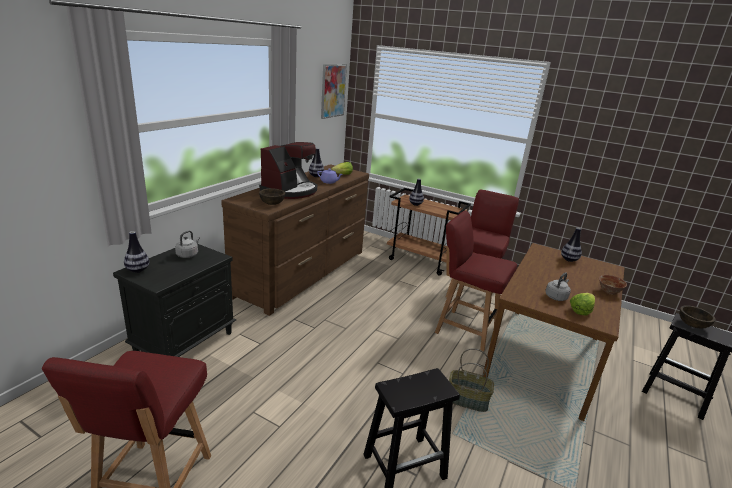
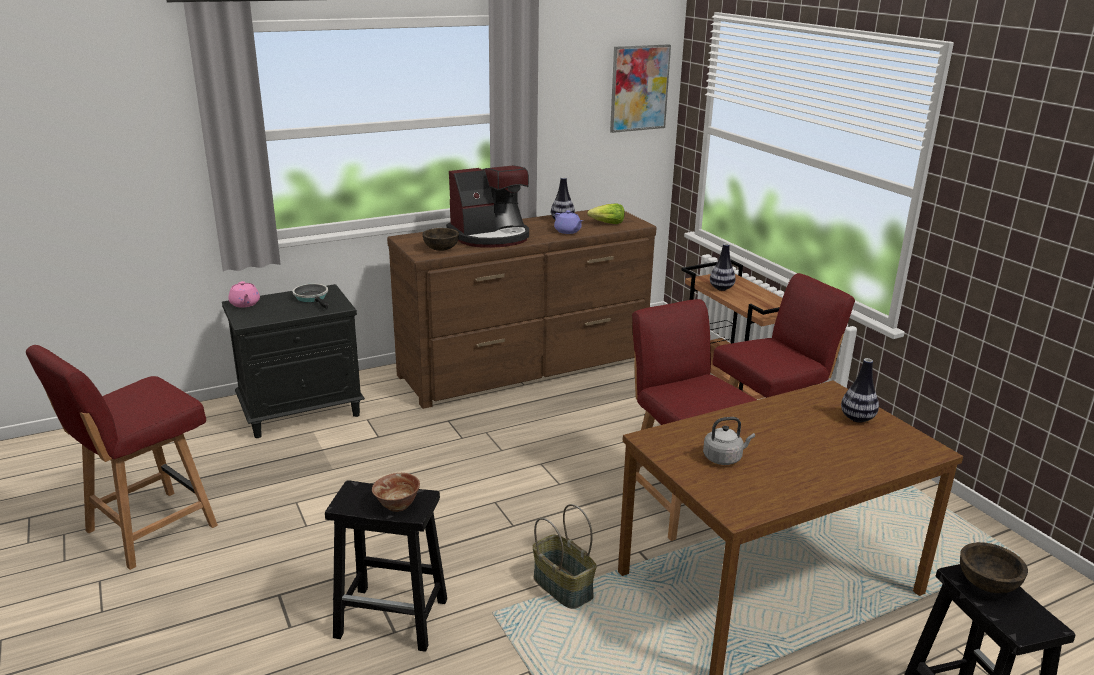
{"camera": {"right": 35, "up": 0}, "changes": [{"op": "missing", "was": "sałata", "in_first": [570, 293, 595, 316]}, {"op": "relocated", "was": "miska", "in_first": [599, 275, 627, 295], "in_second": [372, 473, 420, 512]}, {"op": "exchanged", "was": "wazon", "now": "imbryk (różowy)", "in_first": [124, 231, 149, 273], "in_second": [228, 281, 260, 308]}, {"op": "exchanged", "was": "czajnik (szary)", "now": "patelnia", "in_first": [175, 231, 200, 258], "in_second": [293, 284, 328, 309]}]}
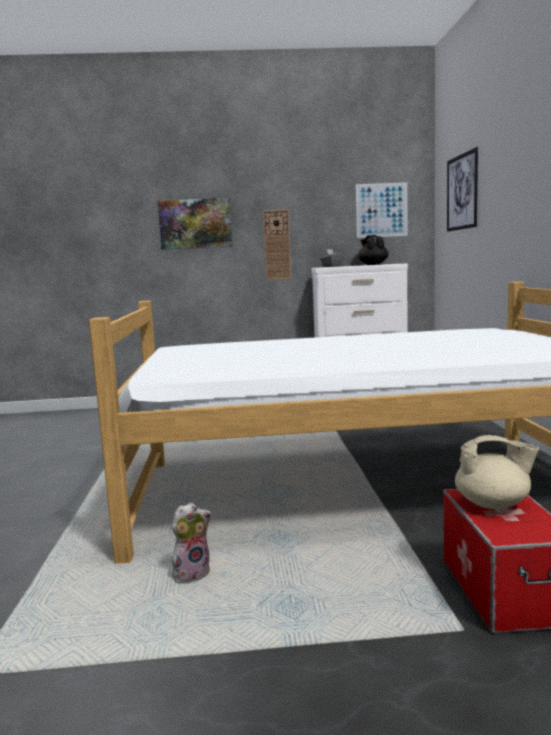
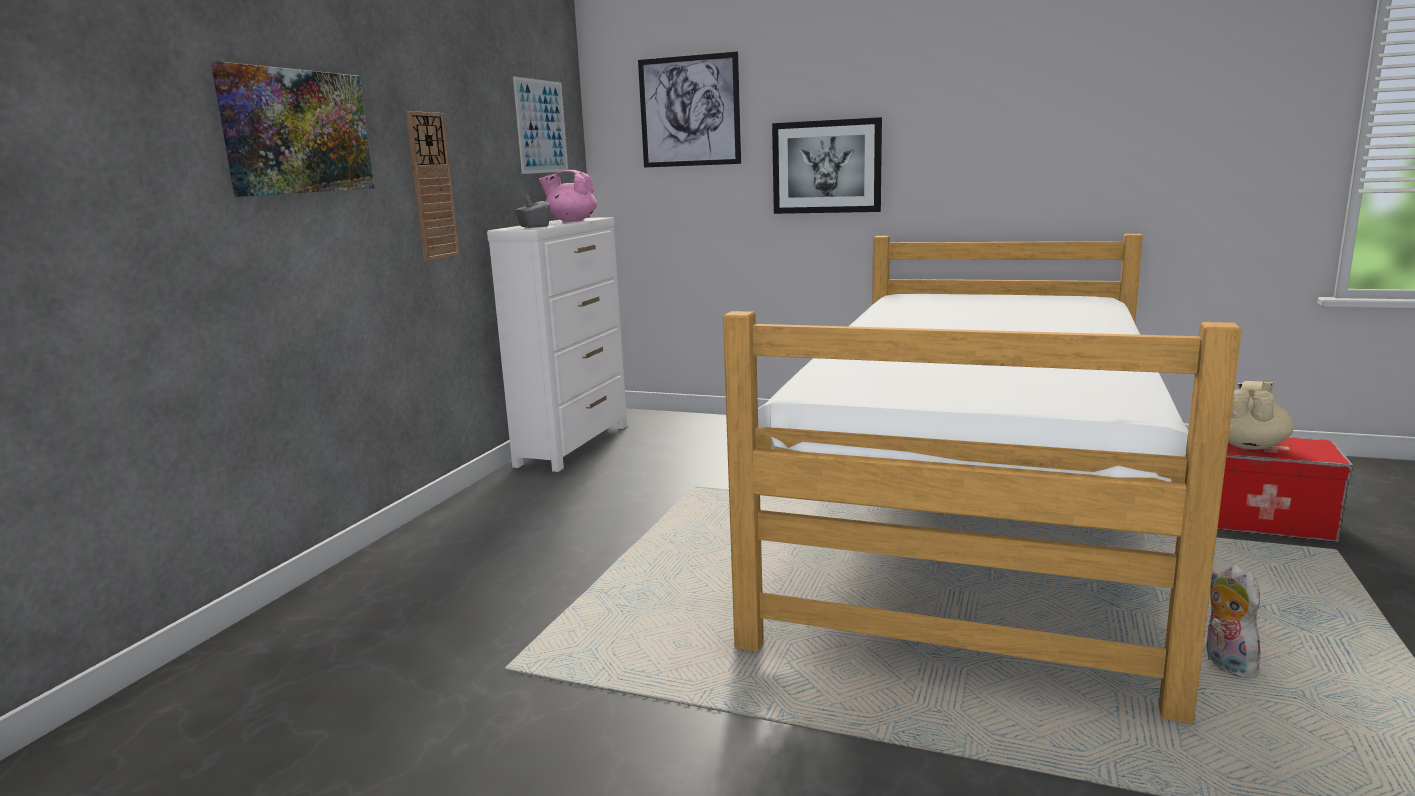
{"camera": {"right": -65, "up": 5}, "changes": [{"op": "appeared", "now": "obraz", "in_second": [772, 117, 882, 214]}, {"op": "colour", "was": "imbryk (czarny)", "now": "imbryk (różowy)", "in_first": [358, 235, 389, 265], "in_second": [539, 170, 597, 222]}]}
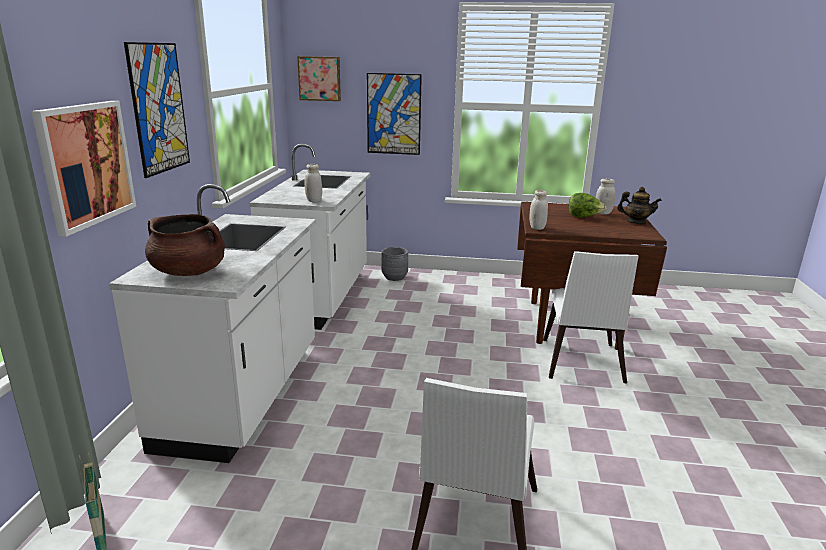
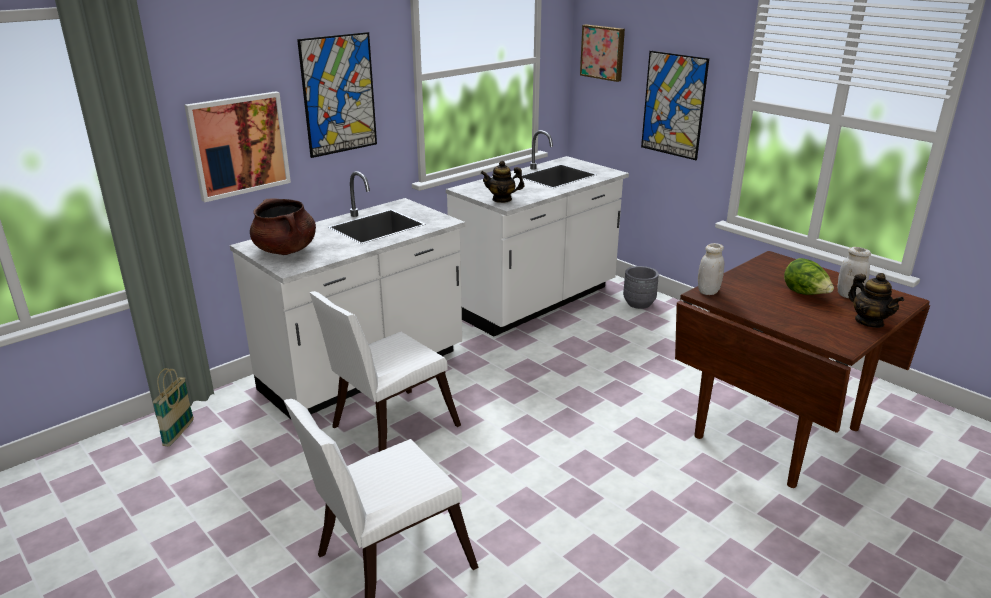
{"camera": {"right": 40, "up": 5}, "changes": [{"op": "relocated", "was": "krzesło (biały)", "in_first": [543, 251, 639, 384], "in_second": [309, 291, 461, 452]}, {"op": "exchanged", "was": "słoik (biały)", "now": "imbryk", "in_first": [304, 164, 322, 202], "in_second": [481, 161, 524, 203]}]}
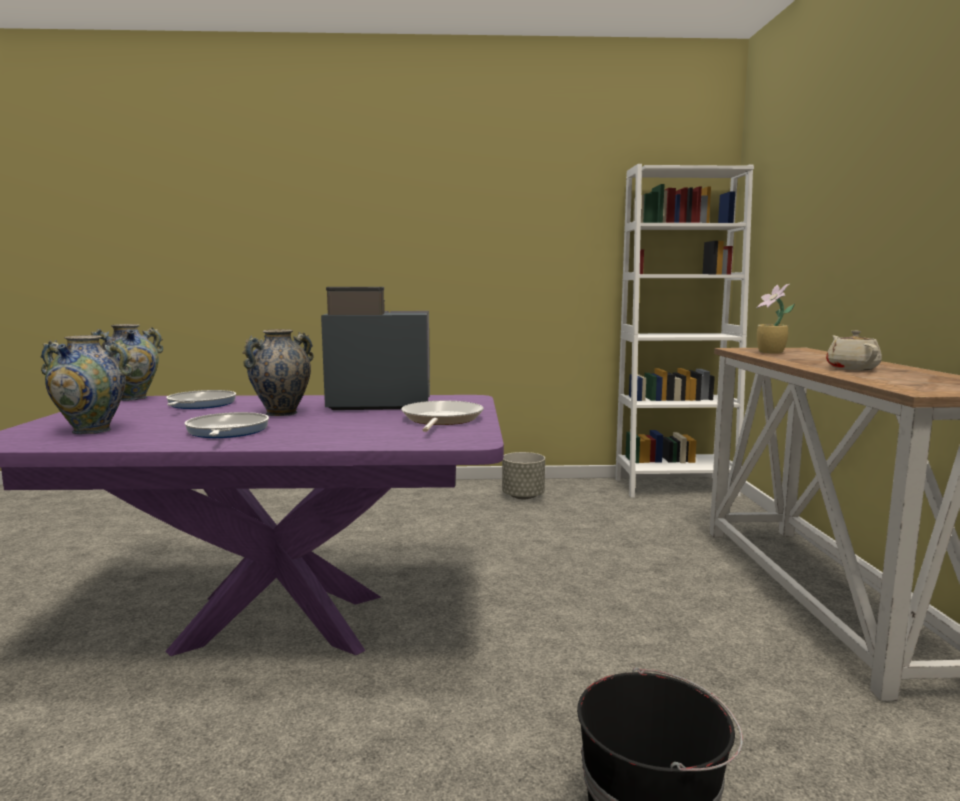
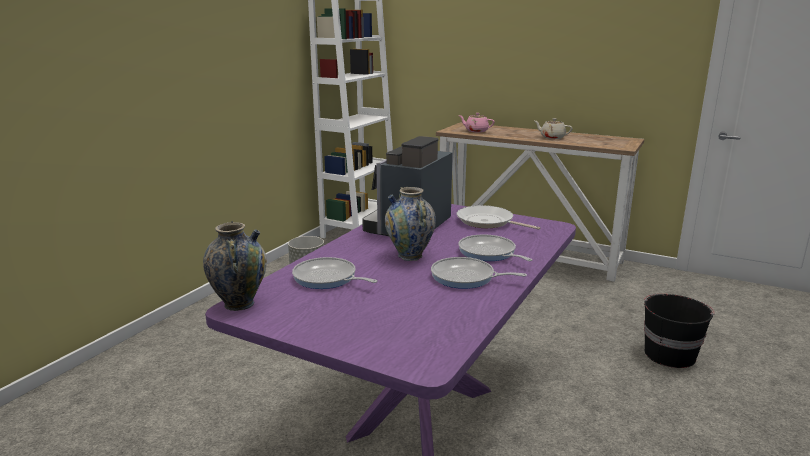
{"camera": {"right": -60, "up": 10}, "changes": [{"op": "missing", "was": "wazon", "in_first": [40, 335, 133, 434]}, {"op": "appeared", "now": "patelnia", "in_second": [458, 235, 532, 261]}, {"op": "exchanged", "was": "roślina doniczkowa", "now": "imbryk (różowy)", "in_first": [757, 284, 795, 354], "in_second": [458, 113, 495, 132]}]}
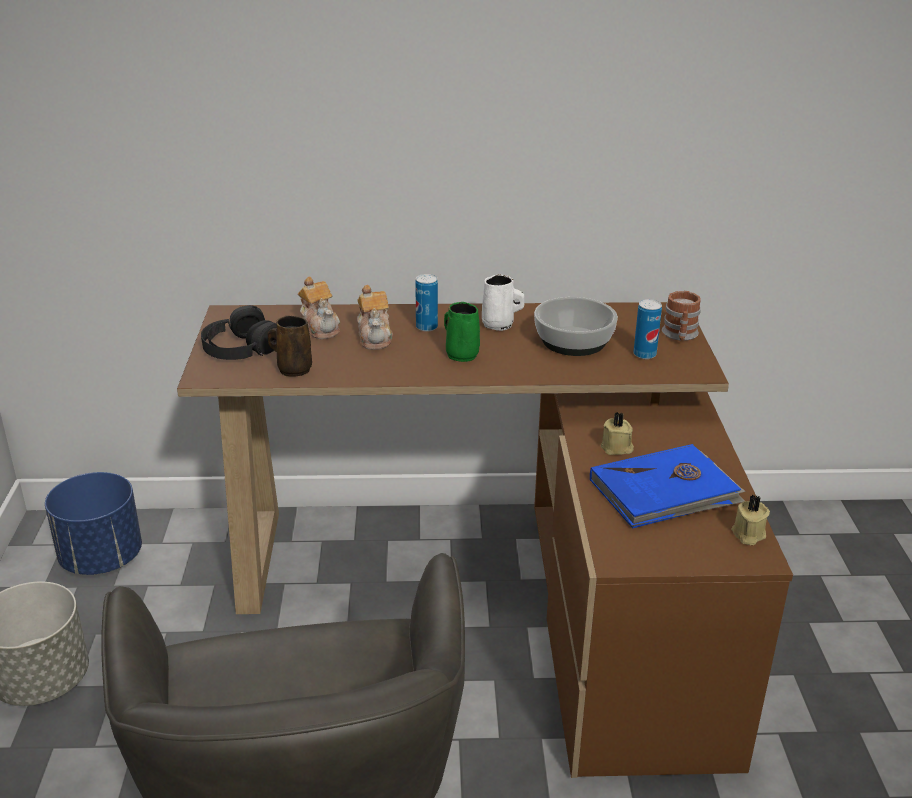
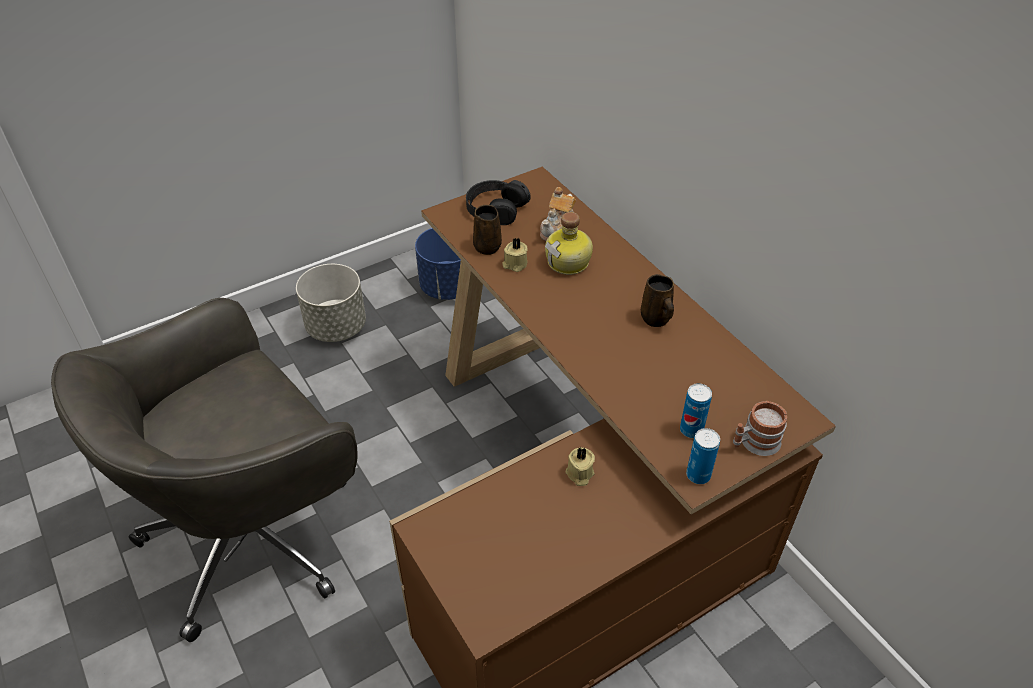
{"camera": {"right": 60, "up": 15}, "changes": [{"op": "missing", "was": "kubek (zielony)", "in_first": [444, 302, 480, 362]}, {"op": "missing", "was": "miska", "in_first": [534, 297, 618, 356]}, {"op": "missing", "was": "książka (niebieski)", "in_first": [590, 444, 745, 528]}, {"op": "relocated", "was": "puszka", "in_first": [415, 274, 438, 332], "in_second": [686, 428, 720, 484]}, {"op": "relocated", "was": "świeca (beżowy)", "in_first": [731, 495, 770, 545], "in_second": [502, 238, 528, 272]}, {"op": "exchanged", "was": "imbryk", "now": "butelka", "in_first": [357, 285, 393, 350], "in_second": [545, 212, 593, 275]}, {"op": "colour", "was": "kubek (biały)", "now": "kubek (brązowy)", "in_first": [482, 274, 524, 331], "in_second": [641, 274, 674, 327]}]}
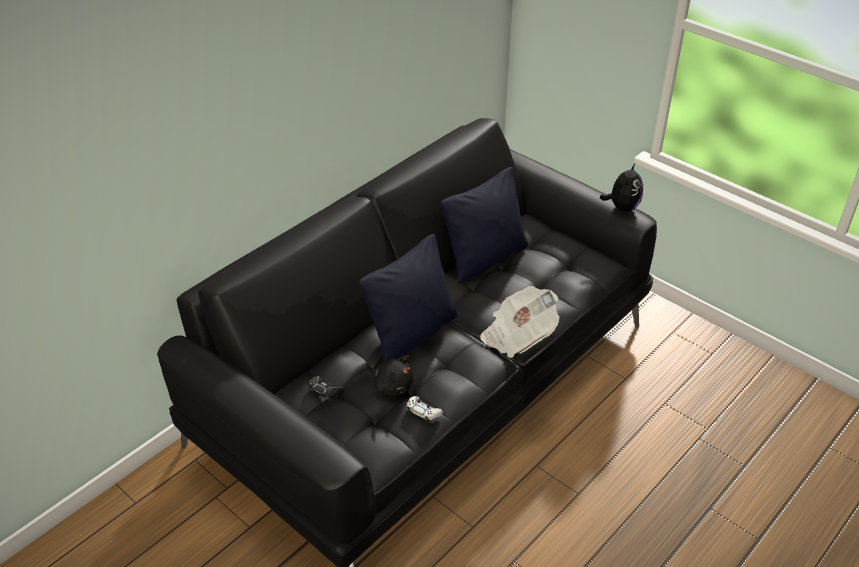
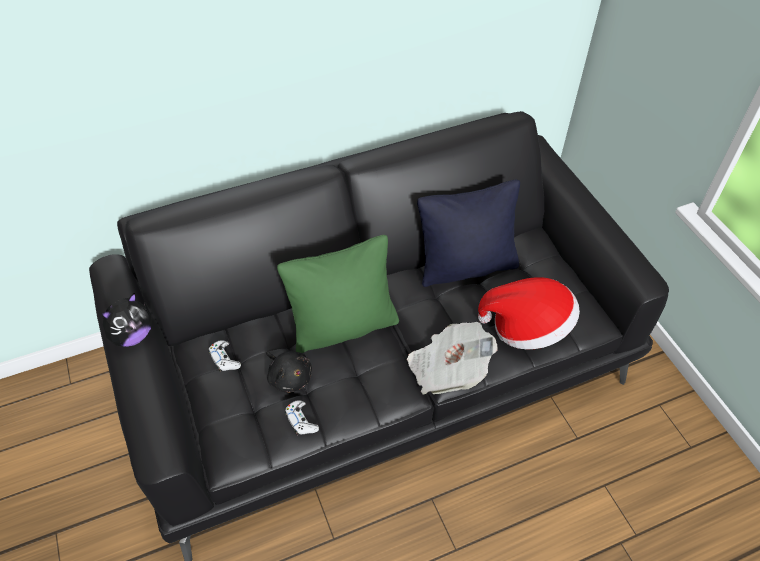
{"camera": {"right": 25, "up": 10}, "changes": [{"op": "appeared", "now": "kapelusz", "in_second": [478, 277, 580, 350]}, {"op": "relocated", "was": "pluszak", "in_first": [600, 162, 643, 212], "in_second": [102, 293, 152, 347]}, {"op": "colour", "was": "pad do gier (czarny)", "now": "pad do gier (biały)", "in_first": [308, 376, 344, 401], "in_second": [208, 340, 241, 372]}, {"op": "colour", "was": "poduszka (czarny)", "now": "poduszka (zielony)", "in_first": [359, 234, 457, 361], "in_second": [277, 235, 399, 353]}]}
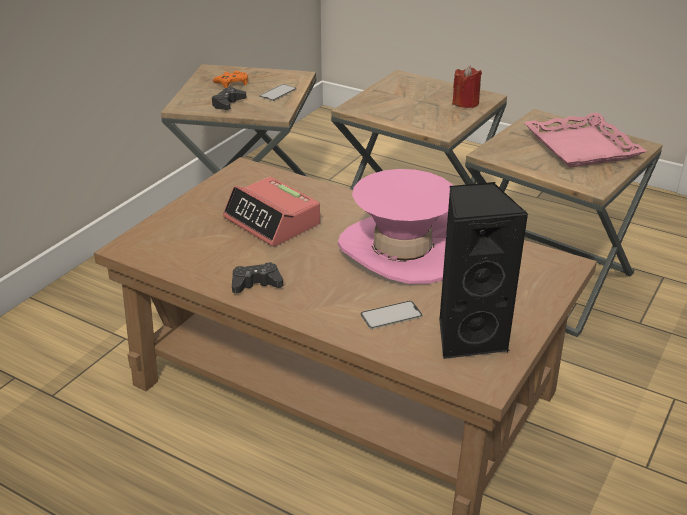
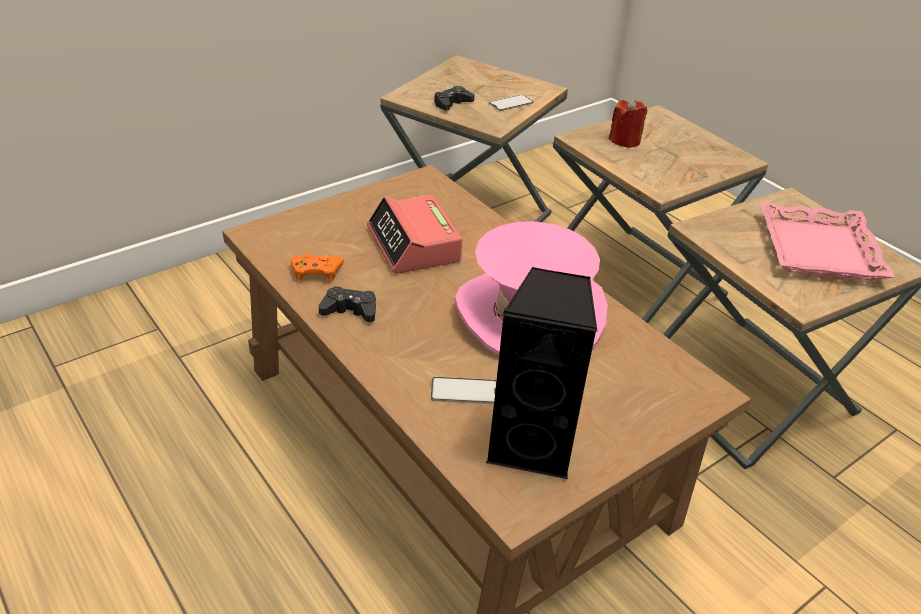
{"camera": {"right": 20, "up": 5}, "changes": [{"op": "relocated", "was": "pad do gier (pomarańczowy)", "in_first": [213, 71, 248, 88], "in_second": [291, 254, 344, 282]}, {"op": "relocated", "was": "świeca (czerwony)", "in_first": [452, 66, 482, 108], "in_second": [609, 99, 647, 148]}]}
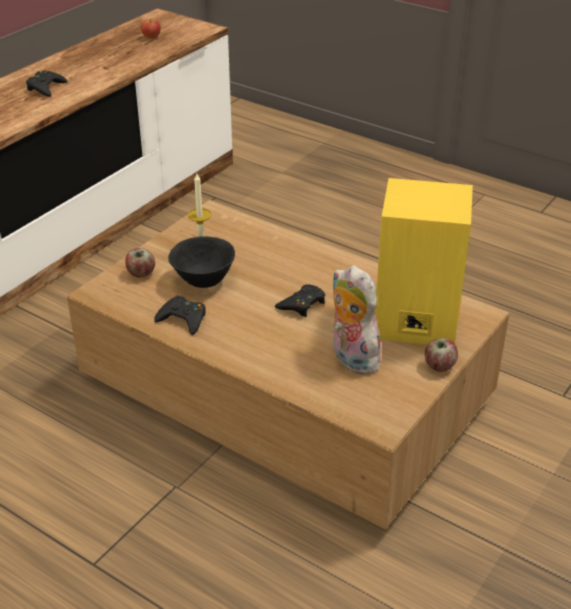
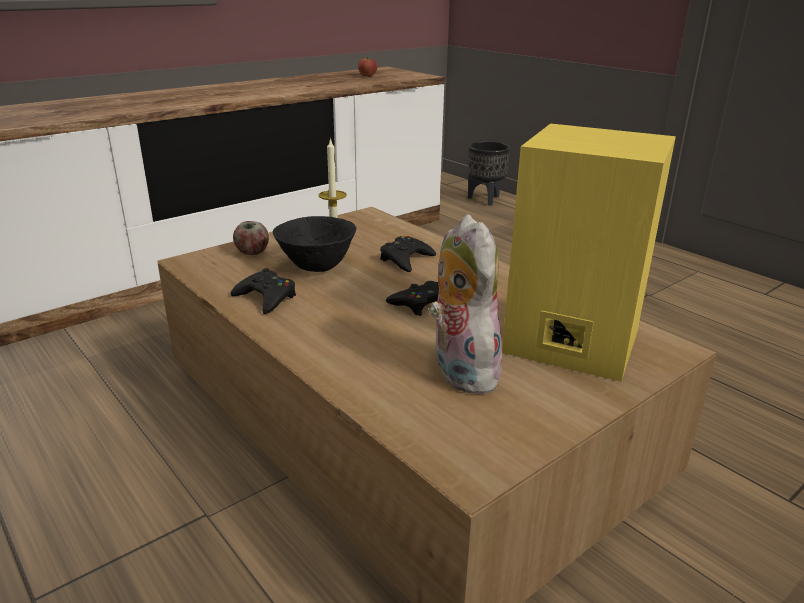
{"camera": {"right": 15, "up": -10}, "changes": [{"op": "missing", "was": "jabłko", "in_first": [425, 338, 458, 372]}, {"op": "appeared", "now": "donica (czarny)", "in_second": [468, 141, 510, 206]}, {"op": "relocated", "was": "pad do gier (czarny)", "in_first": [26, 70, 67, 97], "in_second": [380, 236, 436, 272]}]}
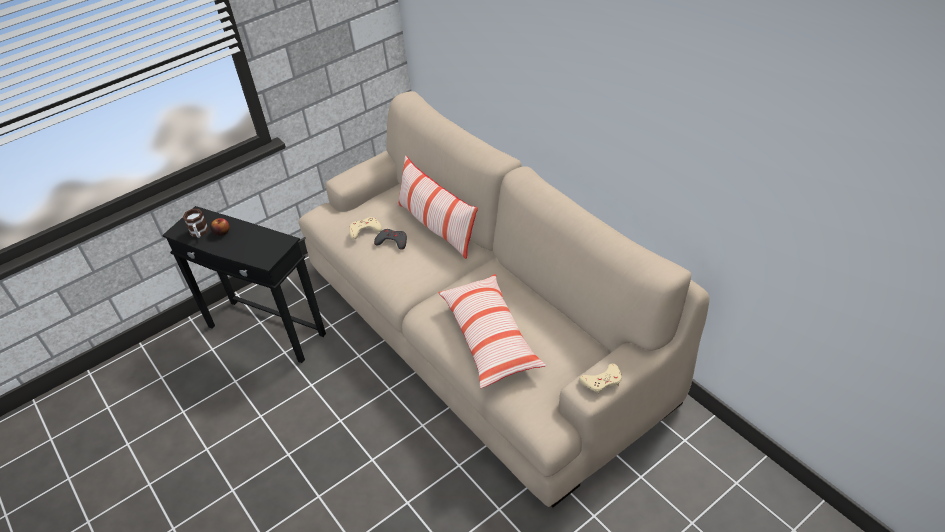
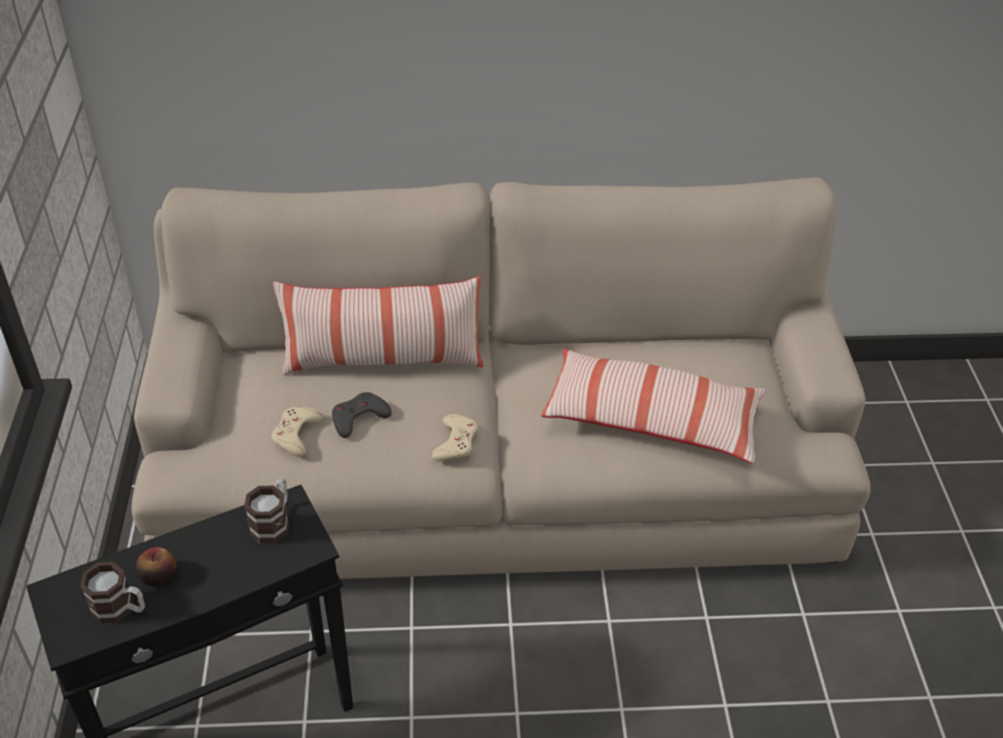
{"camera": {"right": -60, "up": 0}, "changes": [{"op": "appeared", "now": "kubek", "in_second": [244, 478, 289, 544]}, {"op": "relocated", "was": "pad do gier (beżowy)", "in_first": [579, 363, 622, 394], "in_second": [431, 414, 478, 461]}]}
